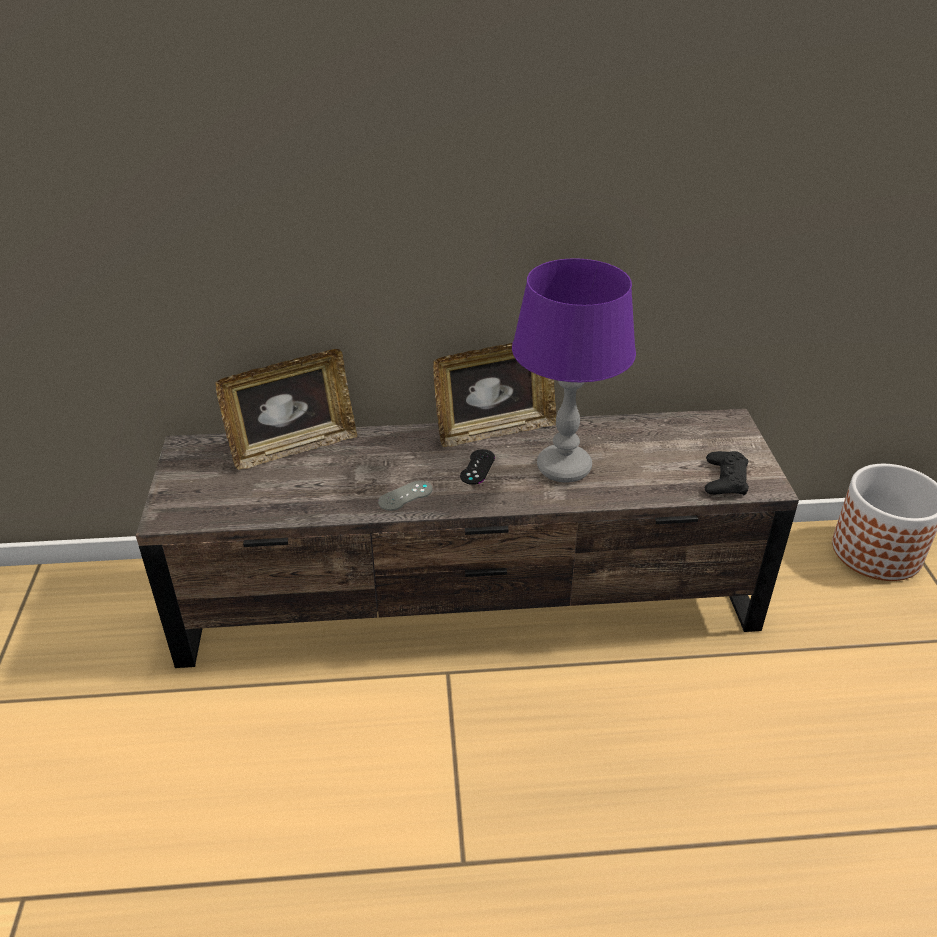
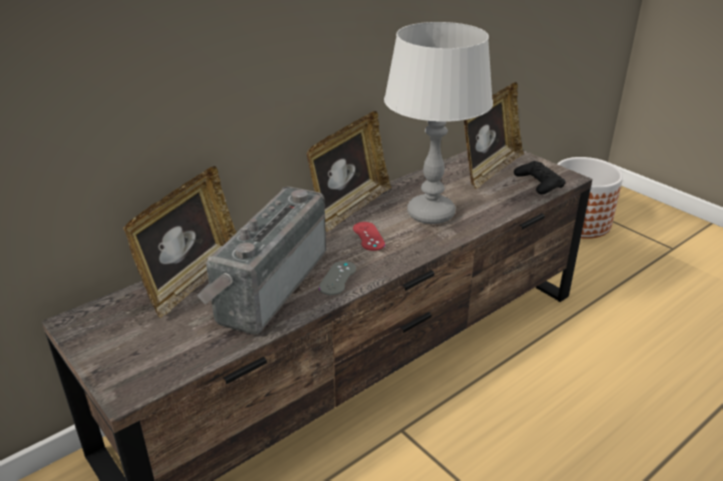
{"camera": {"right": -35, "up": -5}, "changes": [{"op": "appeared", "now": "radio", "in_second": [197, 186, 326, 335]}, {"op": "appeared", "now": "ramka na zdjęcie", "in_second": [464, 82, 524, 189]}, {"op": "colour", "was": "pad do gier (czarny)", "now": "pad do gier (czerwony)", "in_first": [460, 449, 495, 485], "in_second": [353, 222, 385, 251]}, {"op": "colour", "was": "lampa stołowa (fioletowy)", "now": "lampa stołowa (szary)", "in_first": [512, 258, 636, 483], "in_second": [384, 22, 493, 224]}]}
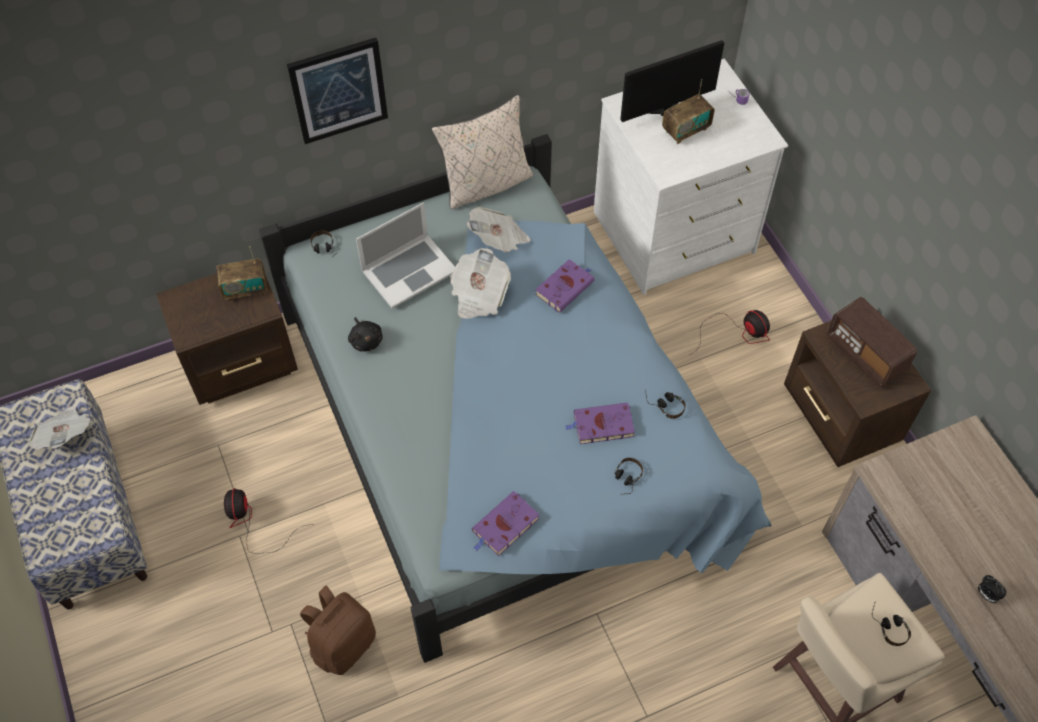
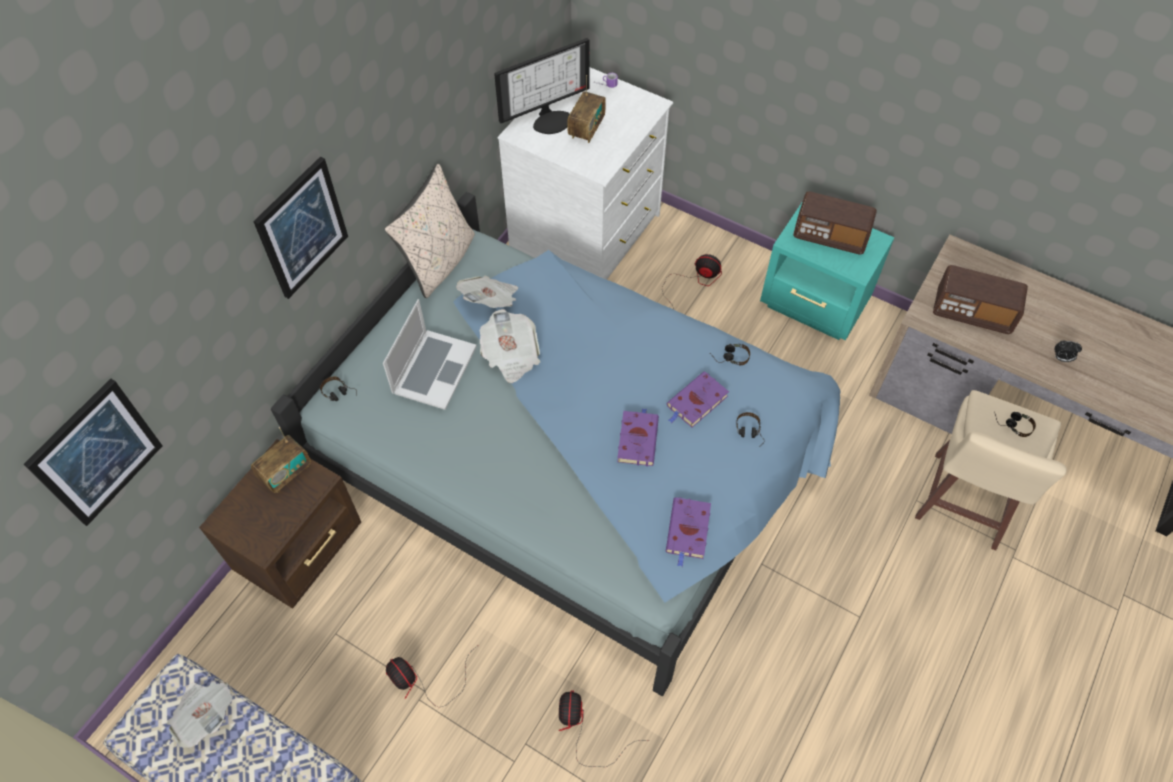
{"camera": {"right": -35, "up": 0}, "changes": [{"op": "missing", "was": "pluszak (czarny)", "in_first": [348, 317, 383, 352]}, {"op": "appeared", "now": "obraz", "in_second": [23, 379, 162, 526]}, {"op": "appeared", "now": "radio", "in_second": [933, 265, 1028, 334]}, {"op": "relocated", "was": "książka (fioletowy)", "in_first": [535, 259, 595, 313], "in_second": [617, 408, 659, 466]}, {"op": "exchanged", "was": "plecak (brązowy)", "now": "wentylator", "in_first": [300, 586, 376, 675], "in_second": [559, 691, 650, 767]}, {"op": "colour", "was": "szafka nocna (brązowy)", "now": "szafka nocna (turkusowy)", "in_first": [784, 321, 931, 467], "in_second": [760, 201, 894, 340]}, {"op": "spun", "was": "monitor", "in_first": [620, 40, 724, 122], "in_second": [494, 38, 590, 134], "clockwise": -150}]}
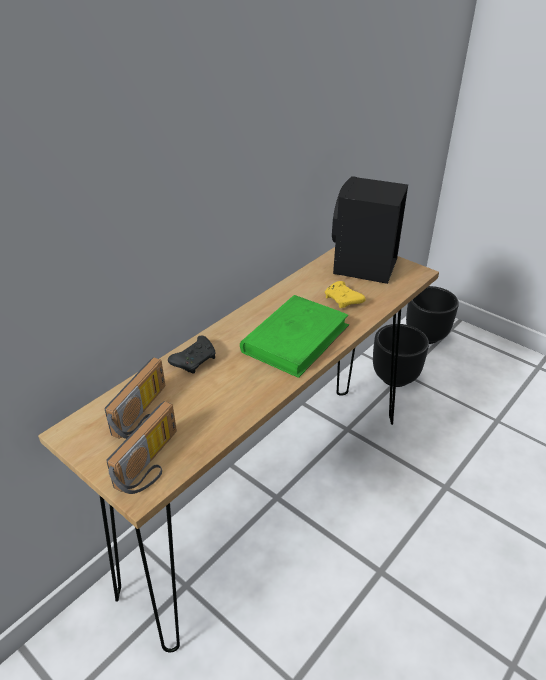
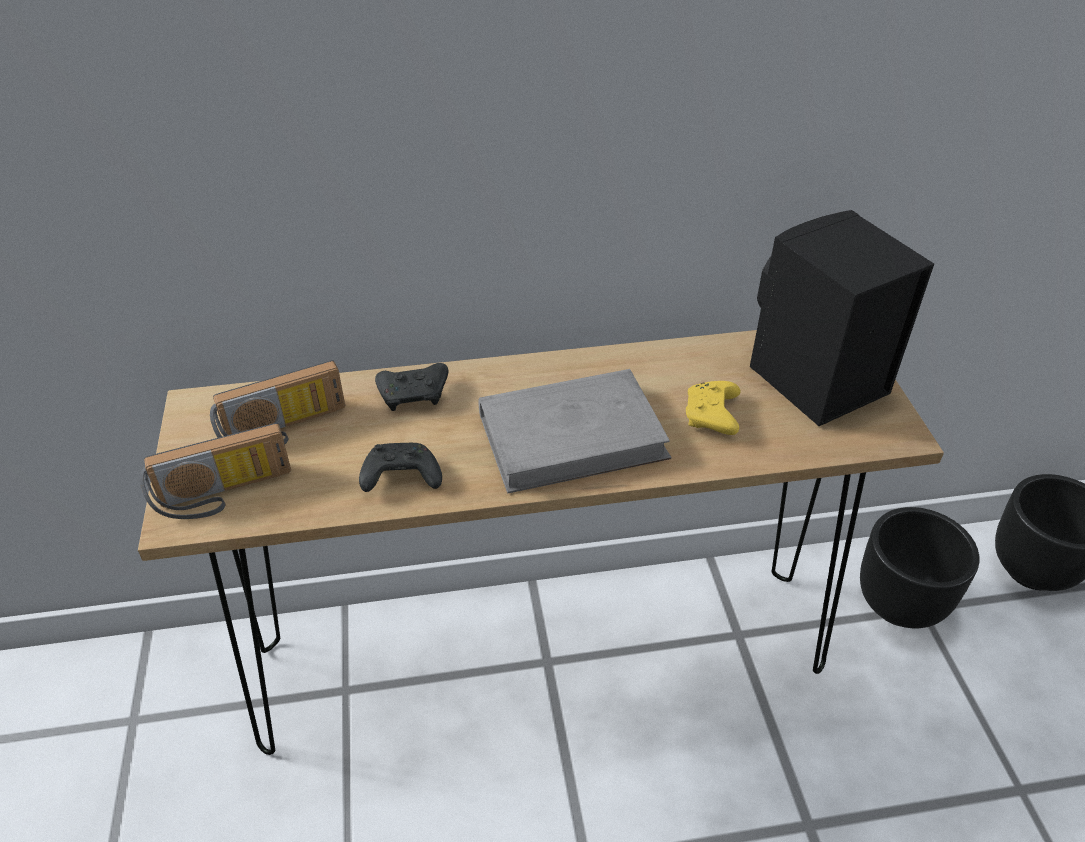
{"camera": {"right": 40, "up": 5}, "changes": [{"op": "appeared", "now": "pad do gier (czarny)", "in_second": [359, 443, 442, 492]}, {"op": "colour", "was": "książka (zielony)", "now": "książka (szary)", "in_first": [240, 295, 349, 378], "in_second": [478, 369, 671, 493]}]}
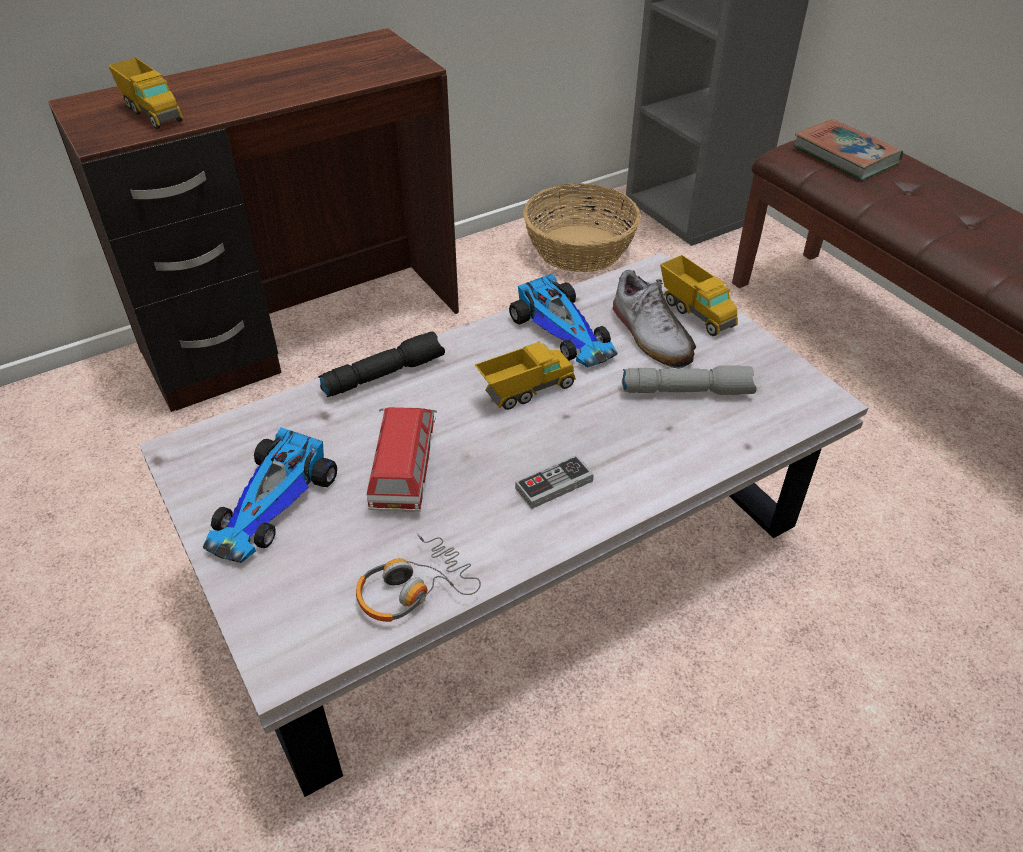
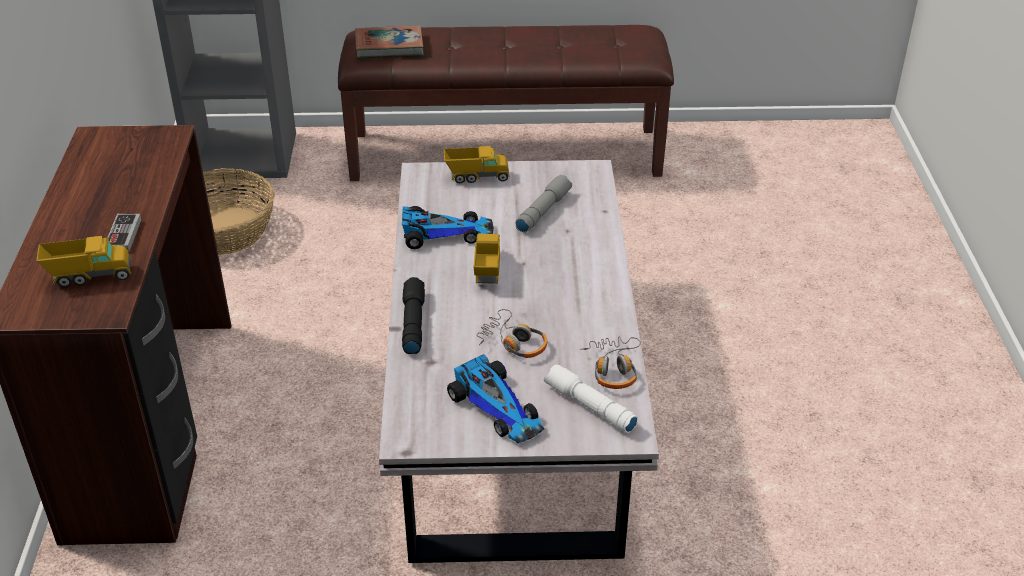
{"camera": {"right": -60, "up": -5}, "changes": [{"op": "missing", "was": "but", "in_first": [612, 270, 696, 368]}, {"op": "appeared", "now": "latarka (biały)", "in_second": [544, 364, 638, 433]}, {"op": "relocated", "was": "pad do gier", "in_first": [515, 455, 594, 509], "in_second": [107, 214, 141, 252]}, {"op": "exchanged", "was": "samochodzik", "now": "słuchawki", "in_first": [367, 407, 437, 512], "in_second": [477, 309, 547, 358]}]}
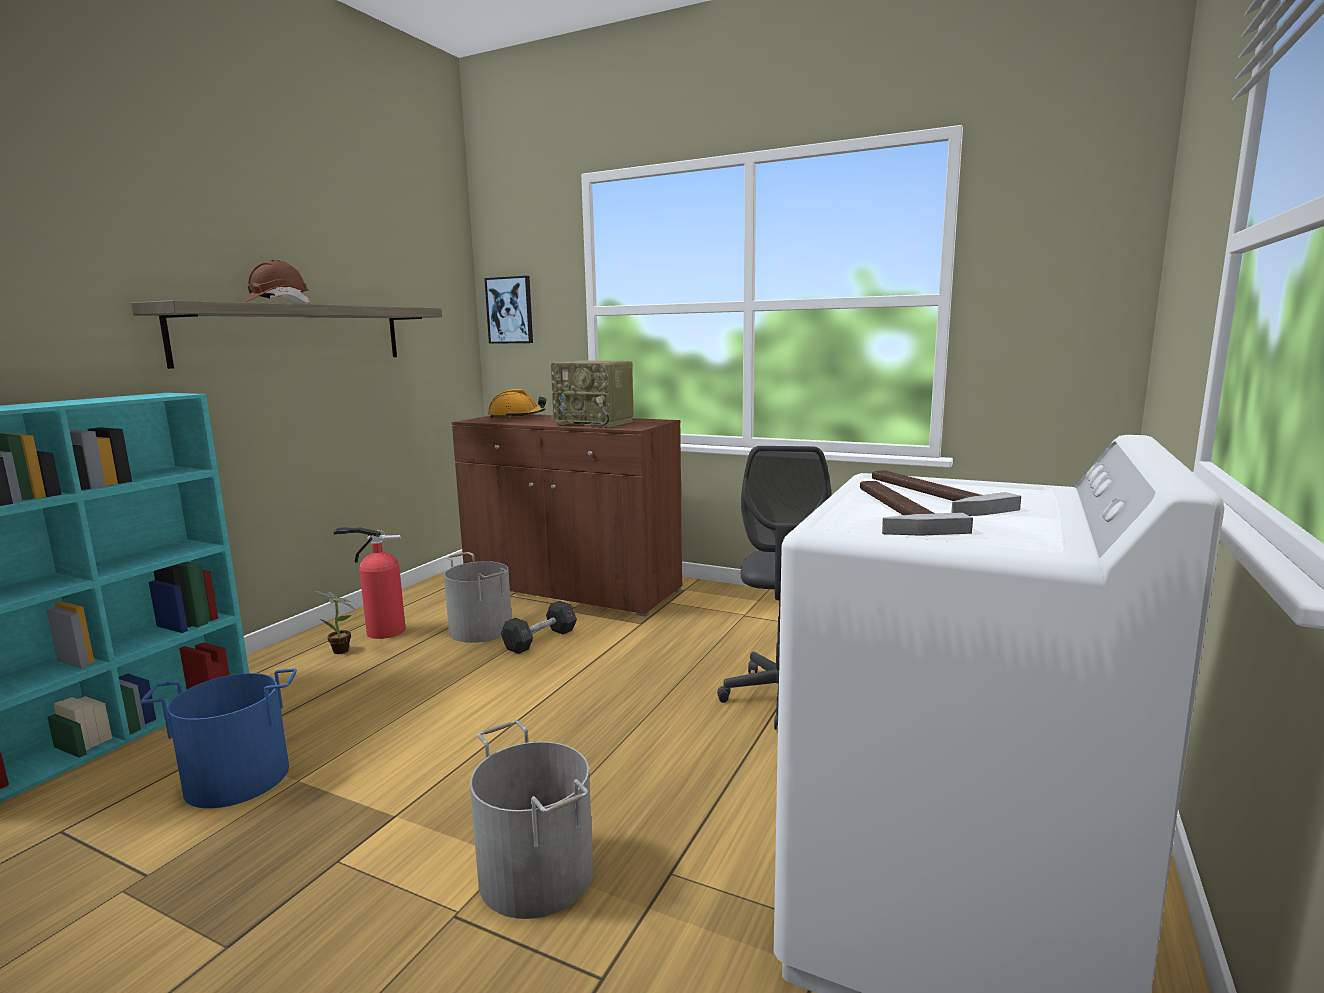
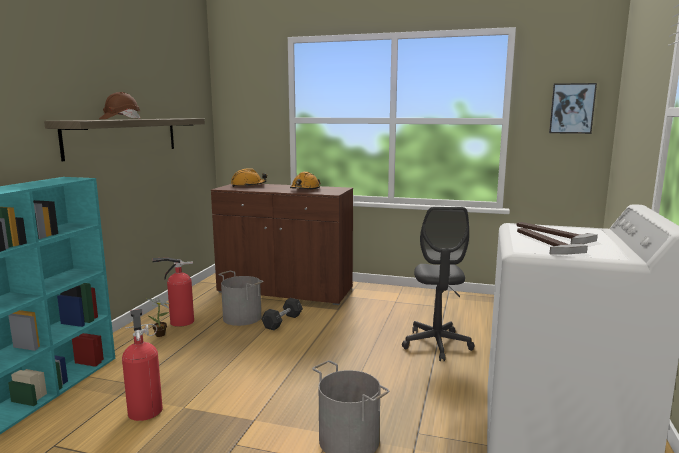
{"camera": {"right": -10, "up": 0}, "changes": [{"op": "relocated", "was": "obraz", "in_first": [484, 276, 533, 344], "in_second": [549, 83, 597, 134]}, {"op": "exchanged", "was": "wiadro (niebieski)", "now": "gaśnica", "in_first": [140, 669, 297, 808], "in_second": [122, 309, 163, 421]}, {"op": "exchanged", "was": "radio", "now": "kask (pomarańczowy)", "in_first": [551, 361, 633, 428], "in_second": [290, 172, 321, 189]}]}
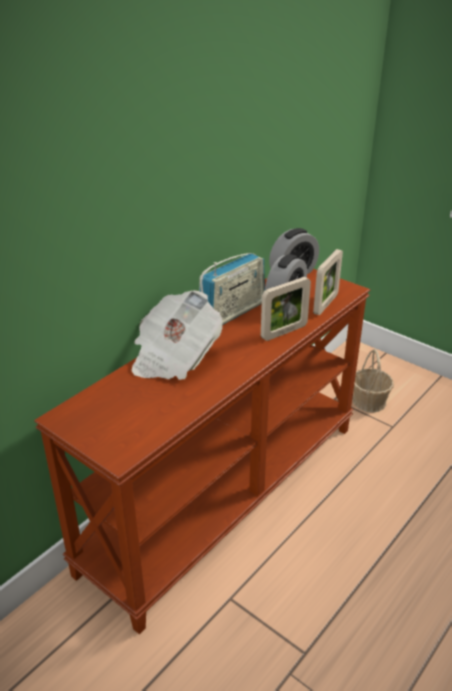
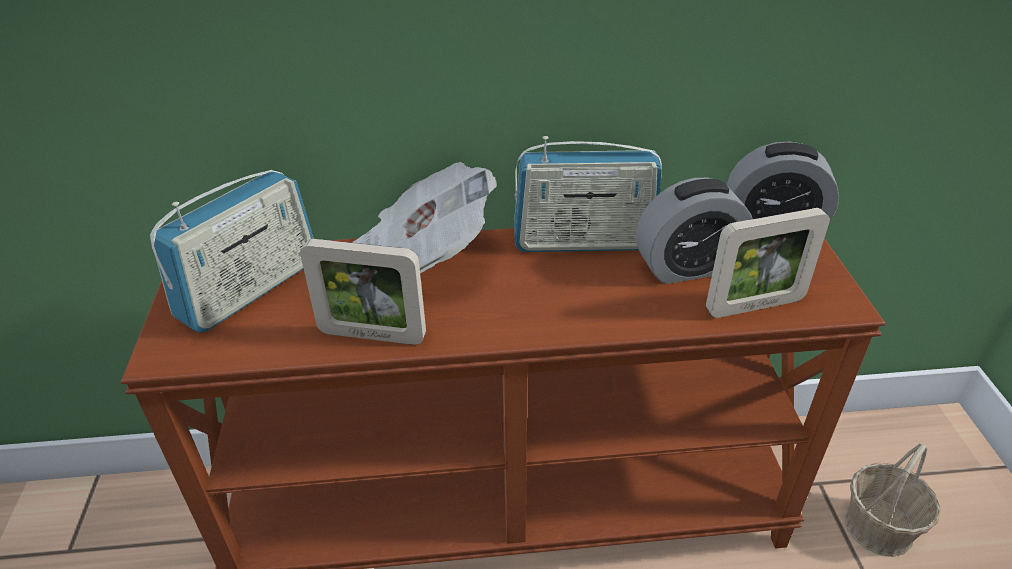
{"camera": {"right": 45, "up": 5}, "changes": [{"op": "appeared", "now": "radio", "in_second": [150, 170, 314, 333]}, {"op": "relocated", "was": "ramka na zdjęcie", "in_first": [261, 277, 311, 341], "in_second": [300, 239, 426, 345]}]}
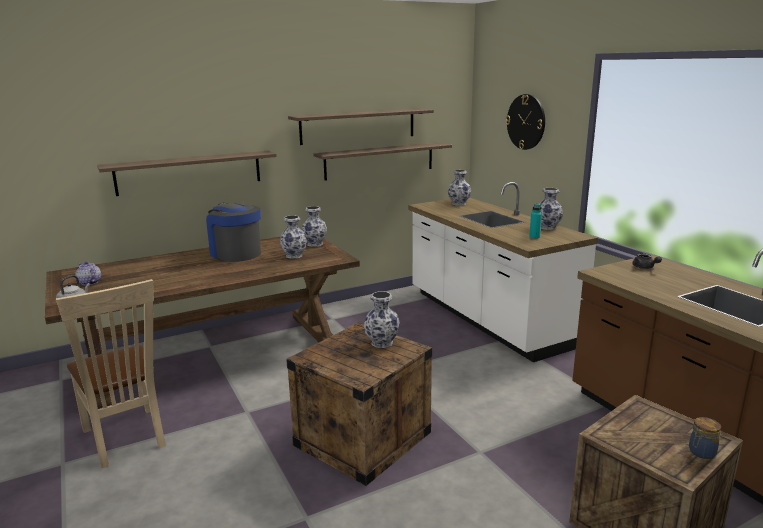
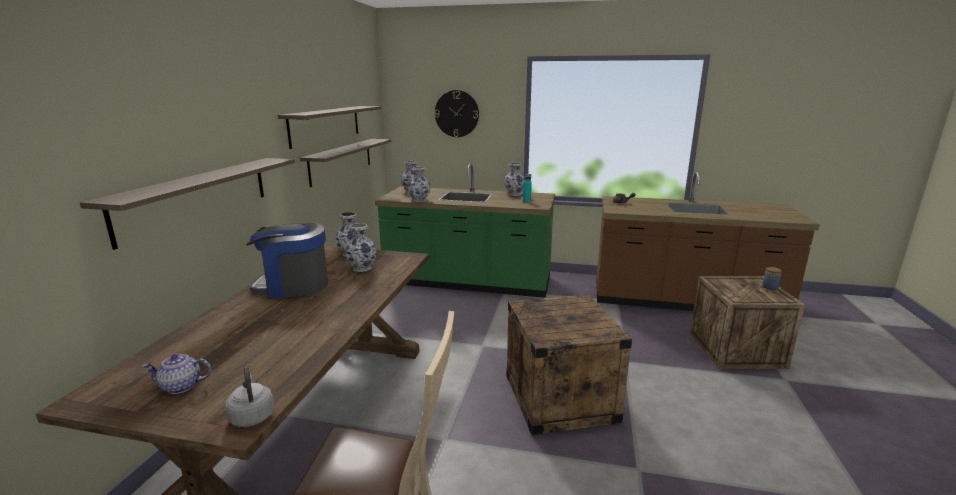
{"camera": {"right": -50, "up": 0}, "changes": [{"op": "relocated", "was": "wazon", "in_first": [364, 291, 400, 348], "in_second": [408, 167, 431, 202]}, {"op": "colour", "was": "zabudowa kuchenna (biały)", "now": "zabudowa kuchenna (zielony)", "in_first": [408, 182, 598, 362], "in_second": [375, 164, 555, 298]}]}
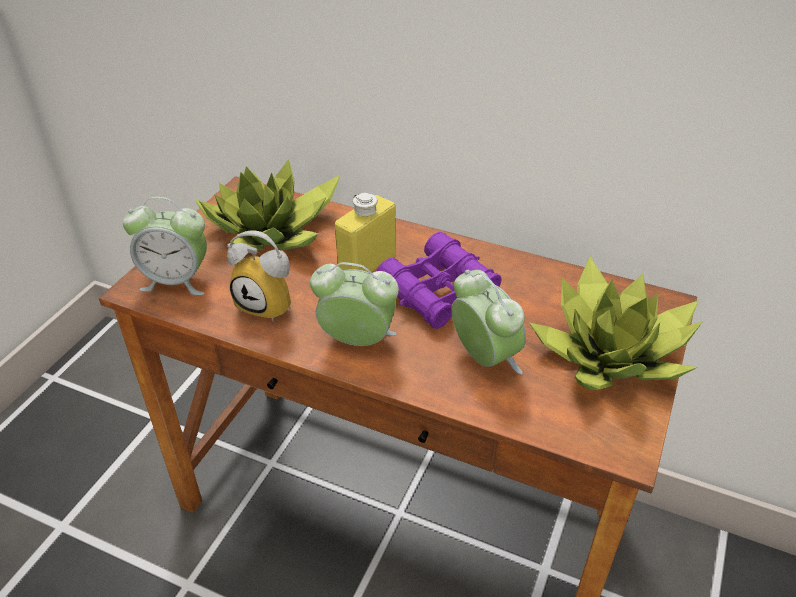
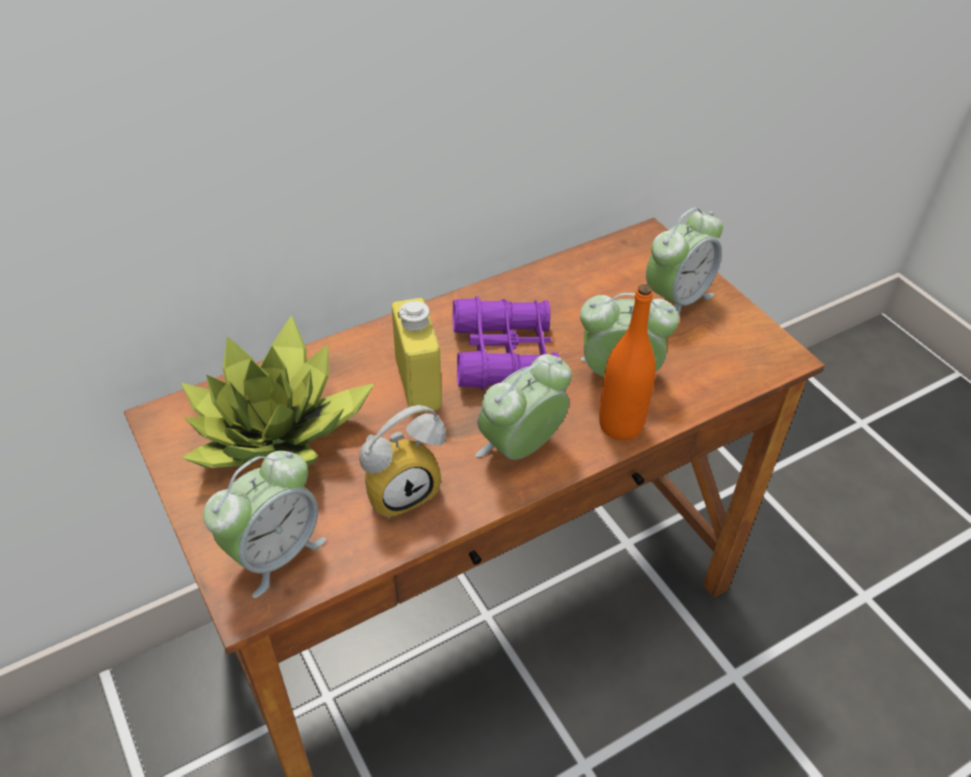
{"camera": {"right": -55, "up": 5}, "changes": [{"op": "appeared", "now": "butelka (pomarańczowy)", "in_second": [599, 284, 656, 440]}, {"op": "exchanged", "was": "roślina doniczkowa", "now": "budzik", "in_first": [529, 256, 703, 390], "in_second": [646, 208, 723, 316]}]}
